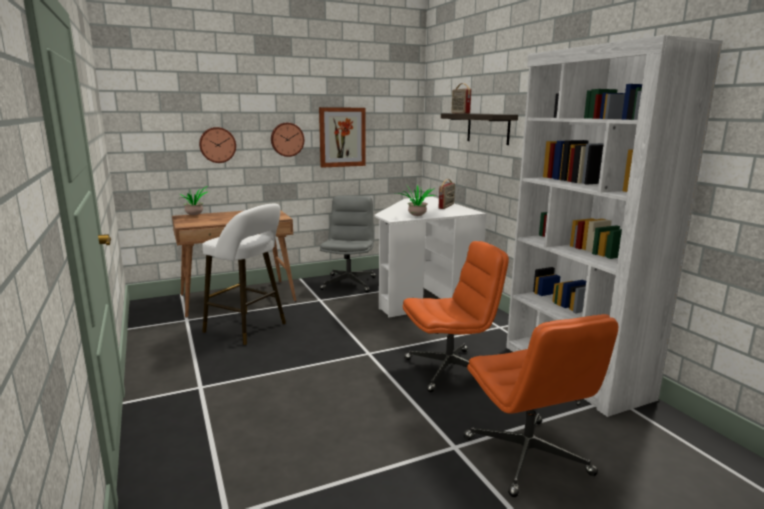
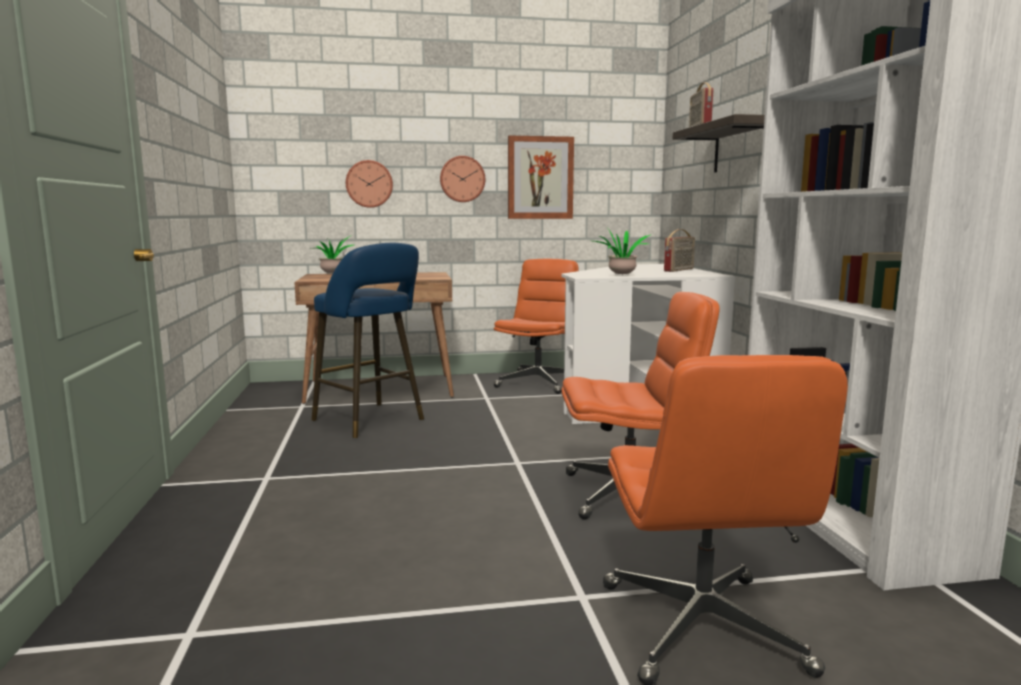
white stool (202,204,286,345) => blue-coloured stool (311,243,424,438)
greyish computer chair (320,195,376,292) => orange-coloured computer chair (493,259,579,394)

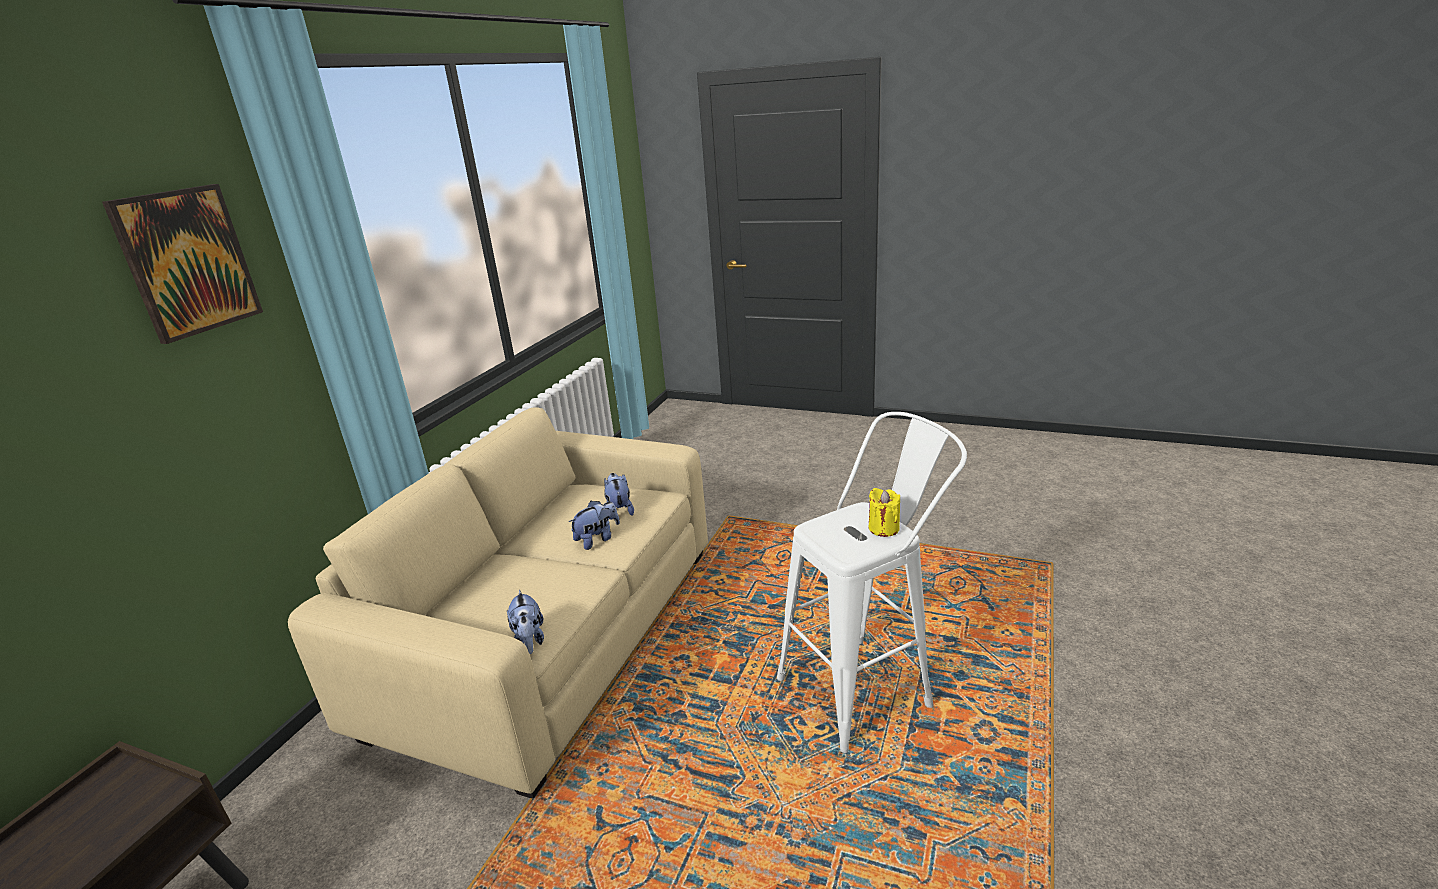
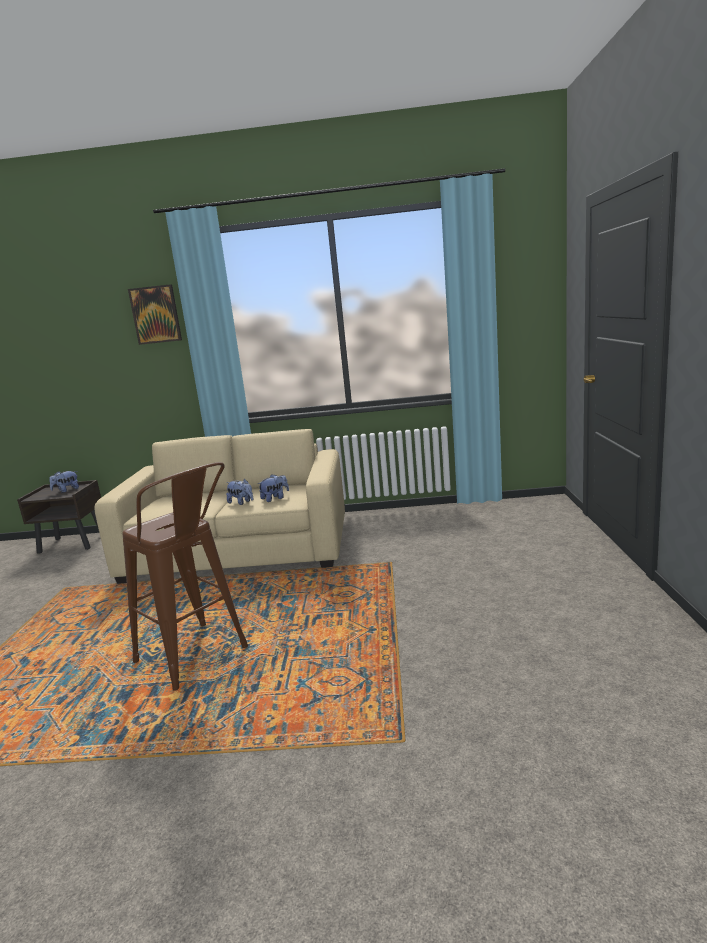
yellow wax candle (869,488,900,537) => nothing
cuddly toy (507,590,544,654) => cuddly toy (49,471,79,493), relocated
white stool (777,412,967,753) => brownish stool (122,462,248,691)

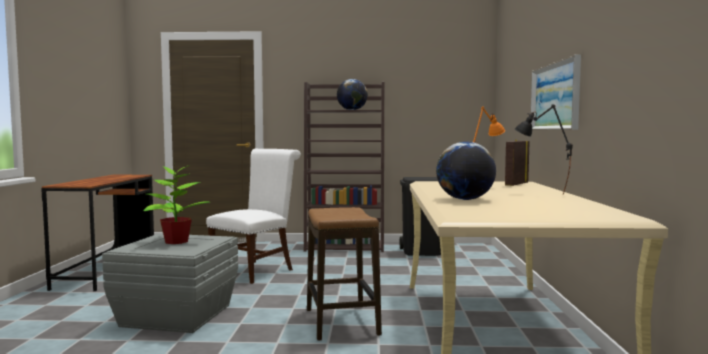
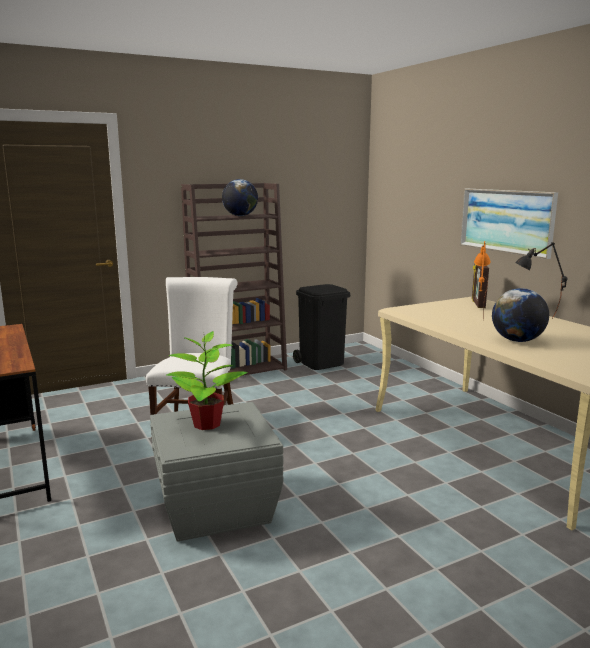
stool (307,207,382,341) => nothing

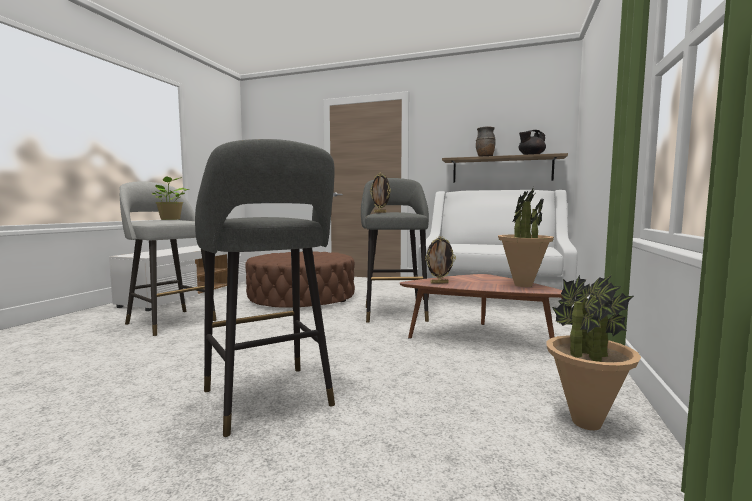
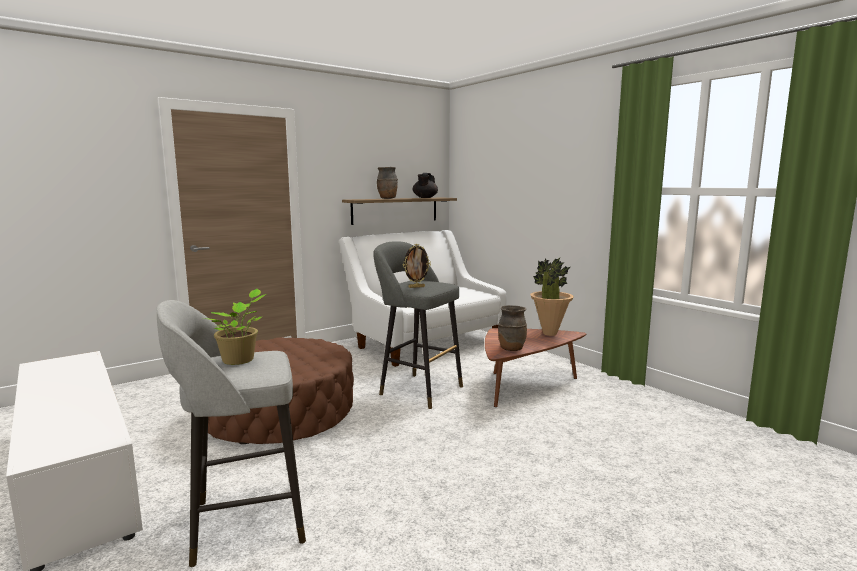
greyish stool (195,139,335,437) => nothing
potted plant (547,275,641,430) => nothing
photo frame (425,236,456,284) => brownish flower vase (498,305,527,351)

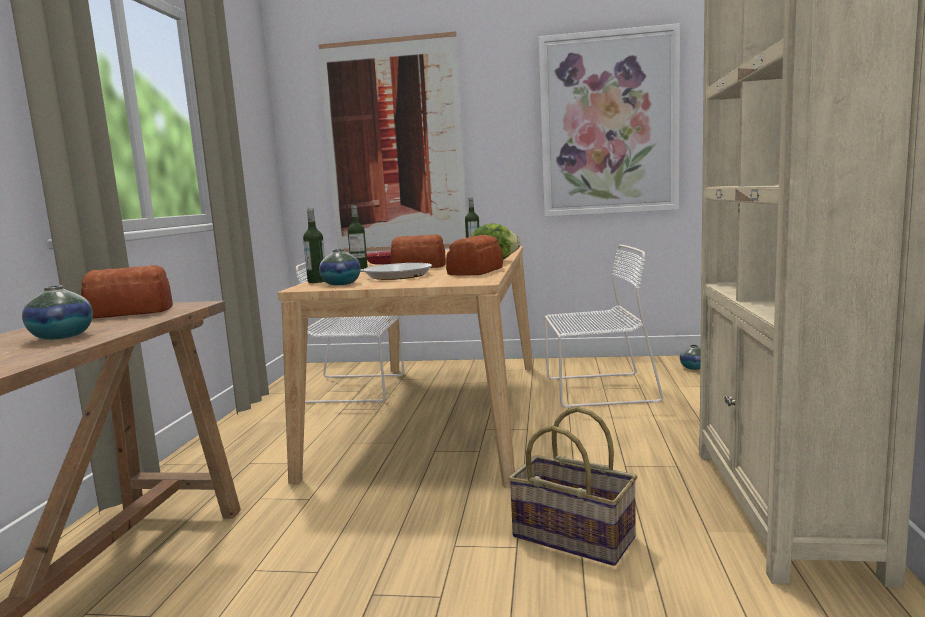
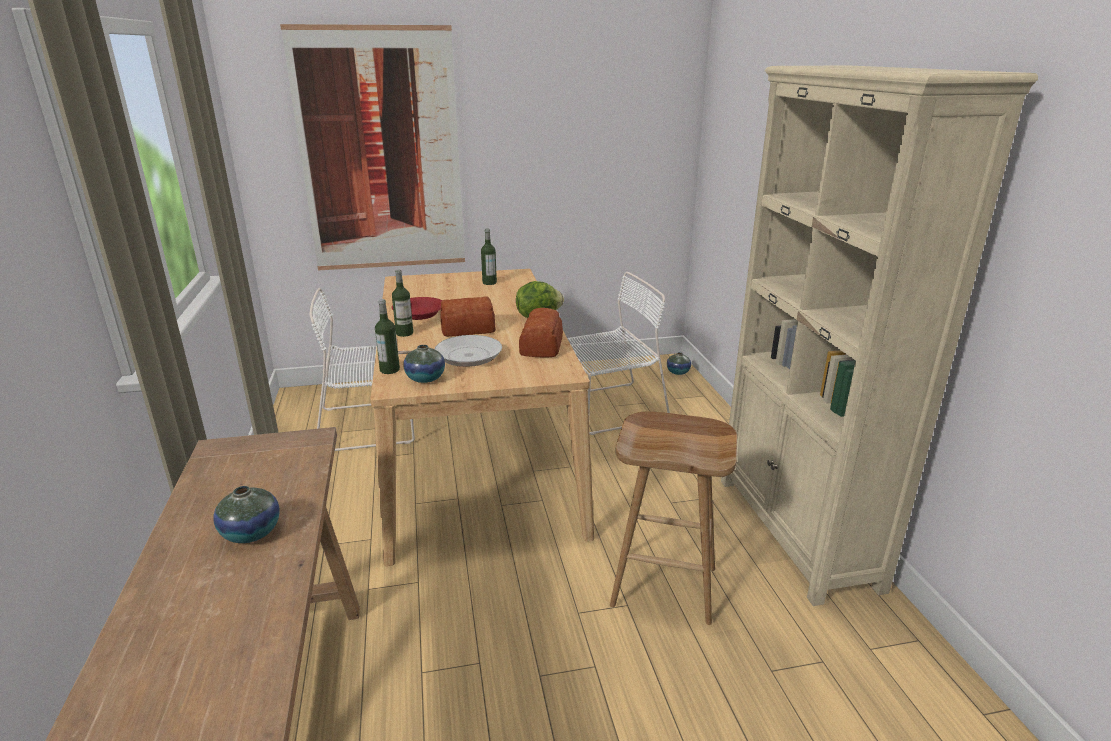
bakery bread (81,265,173,319) => nothing
picture (538,23,680,217) => nothing
household basket (508,407,637,566) => brownish stool (610,412,737,625)

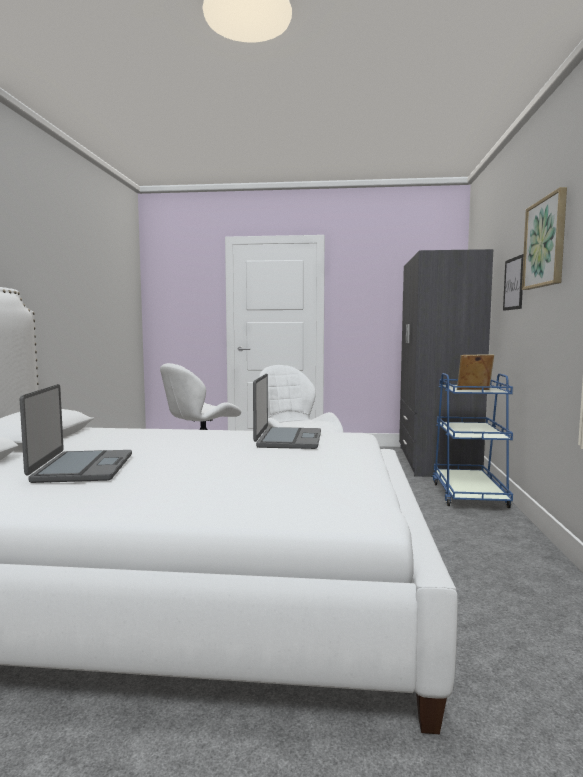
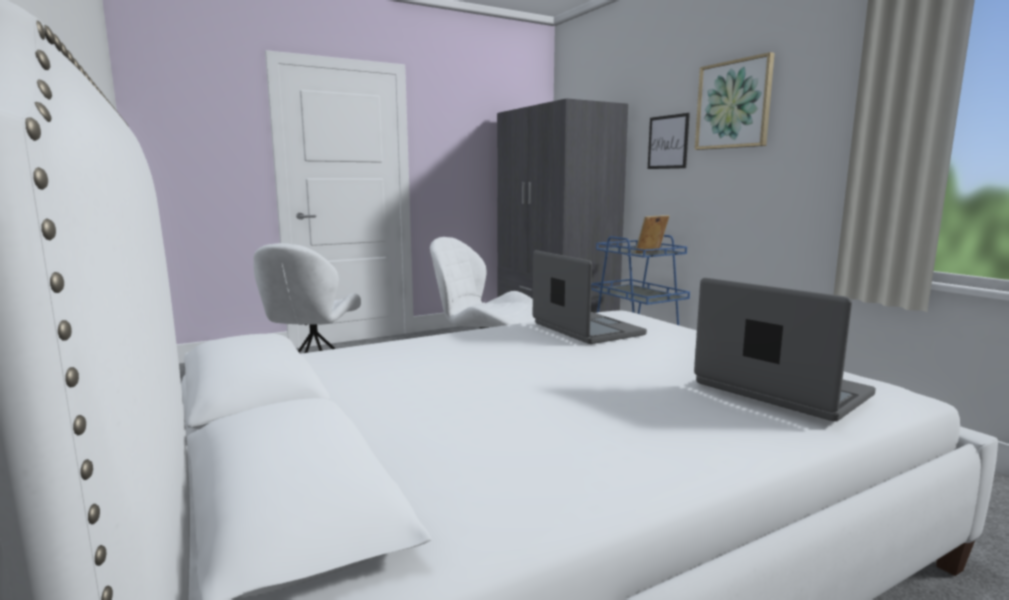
portable computer (20,384,132,483) => portable computer (694,278,876,422), relocated

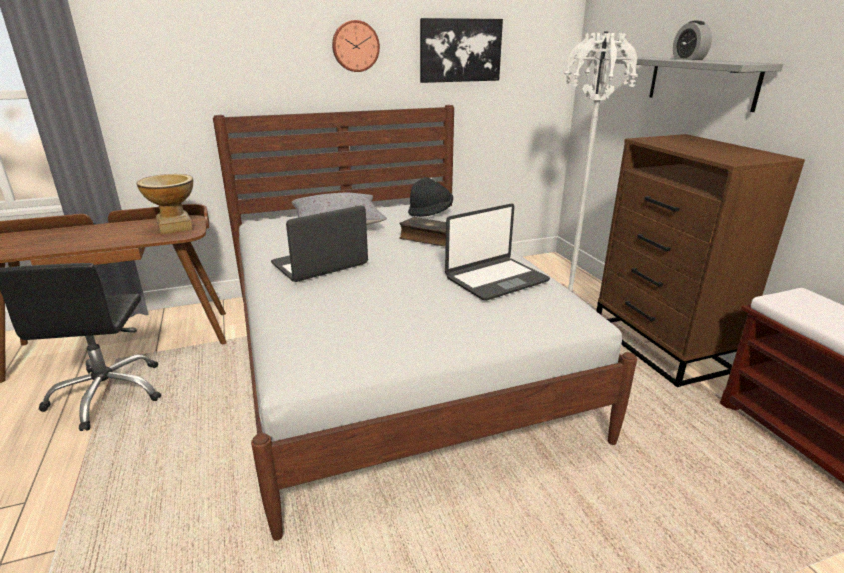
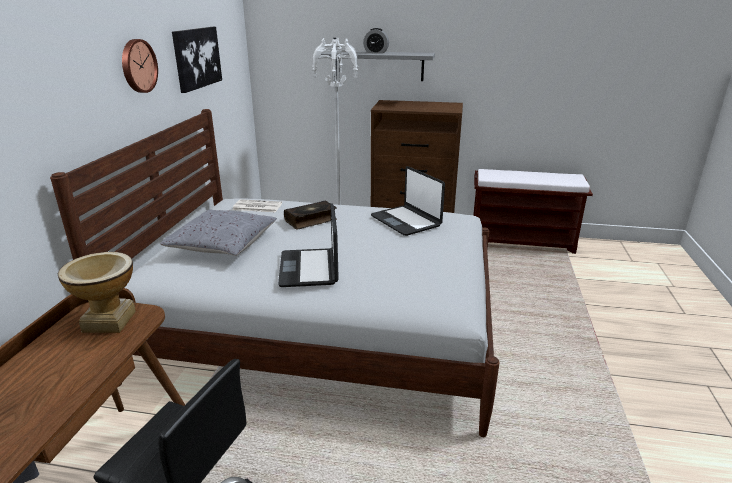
black wearable hat (408,177,453,217) => daily paper (232,199,282,212)
portable computer (445,203,550,301) => portable computer (371,166,445,236), 150 degrees clockwise

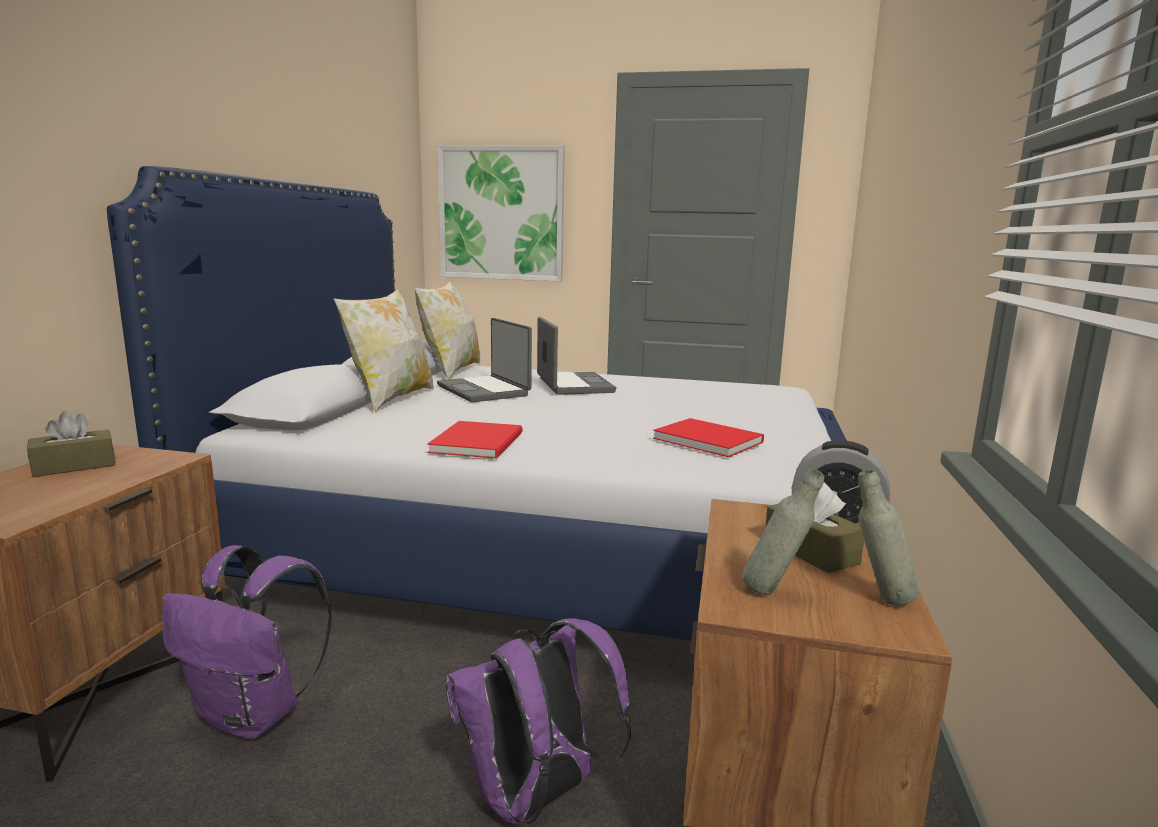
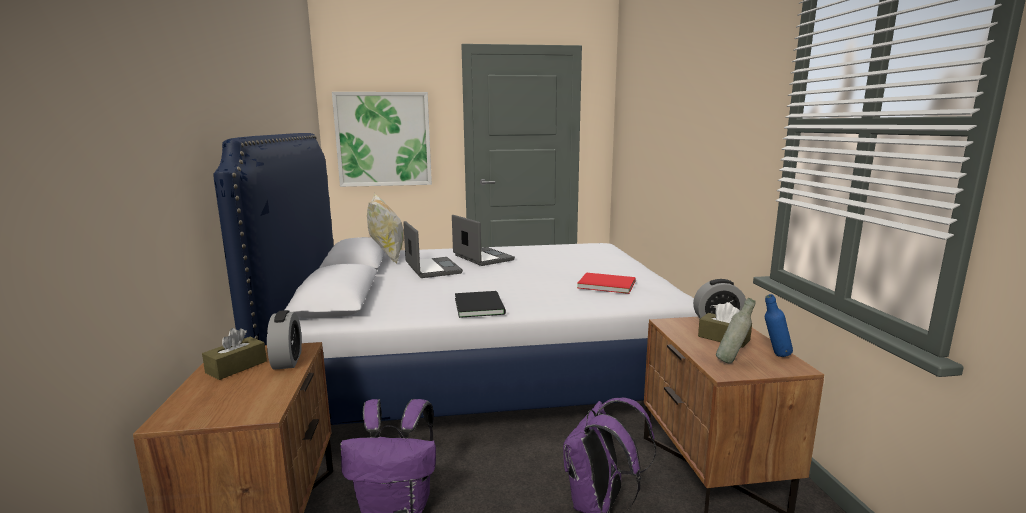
throw pillow (333,289,434,413) => nothing
nothing => table clock (267,310,302,370)
red-coloured book (427,421,522,459) => black book (455,291,506,318)
greyish bottle (858,469,919,605) => blue-coloured bottle (765,294,793,357)
portable computer (437,318,532,402) => portable computer (403,221,463,278), 150 degrees counterclockwise

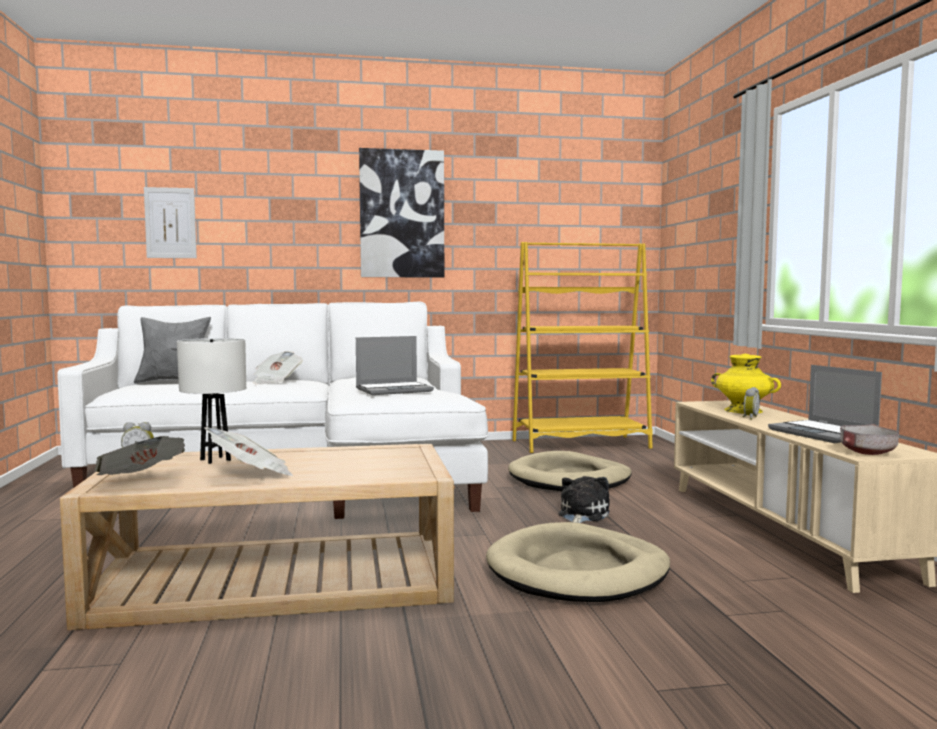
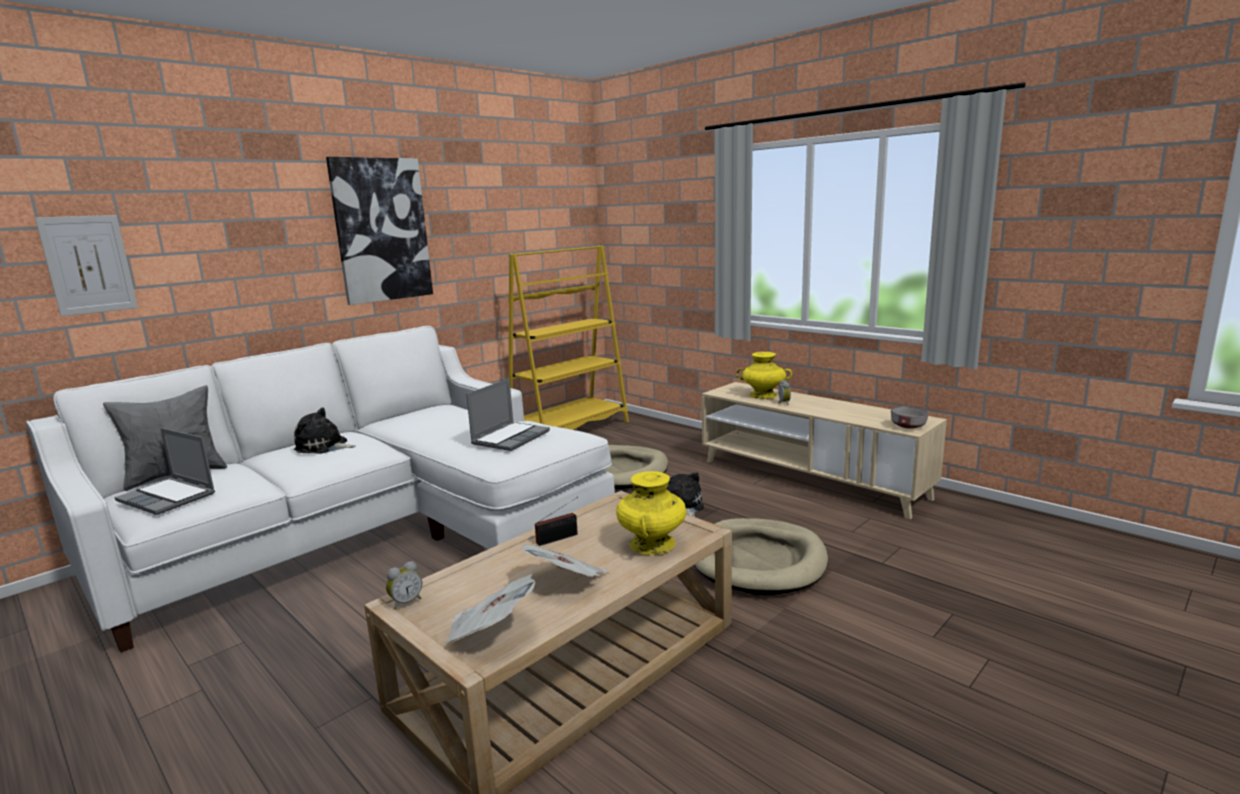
white table lamp (177,338,246,464) => nothing
nothing => radio set (535,497,578,546)
nothing => yellow flower vase (616,471,686,555)
portable computer (768,365,882,443) => portable computer (114,428,215,515), relocated
daily paper (253,351,303,385) => cuddly toy (294,407,356,454)

